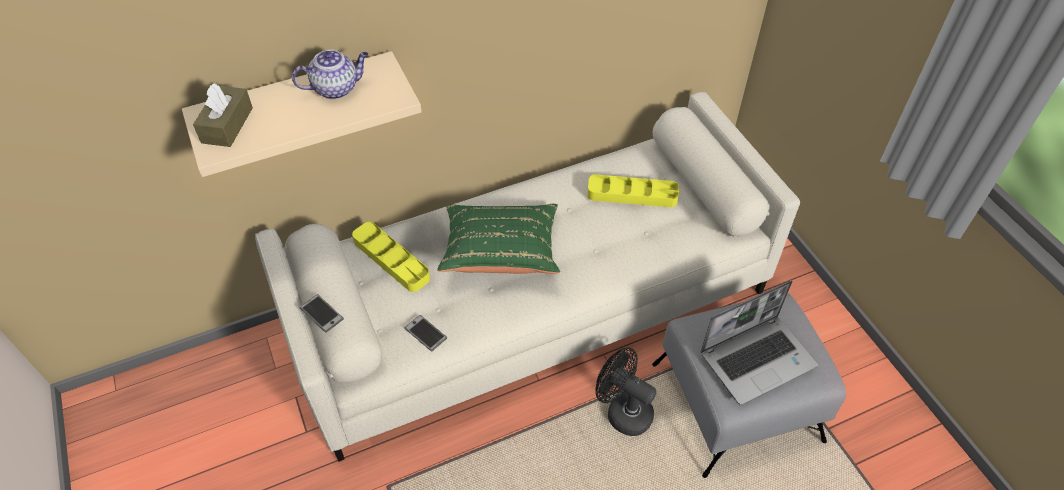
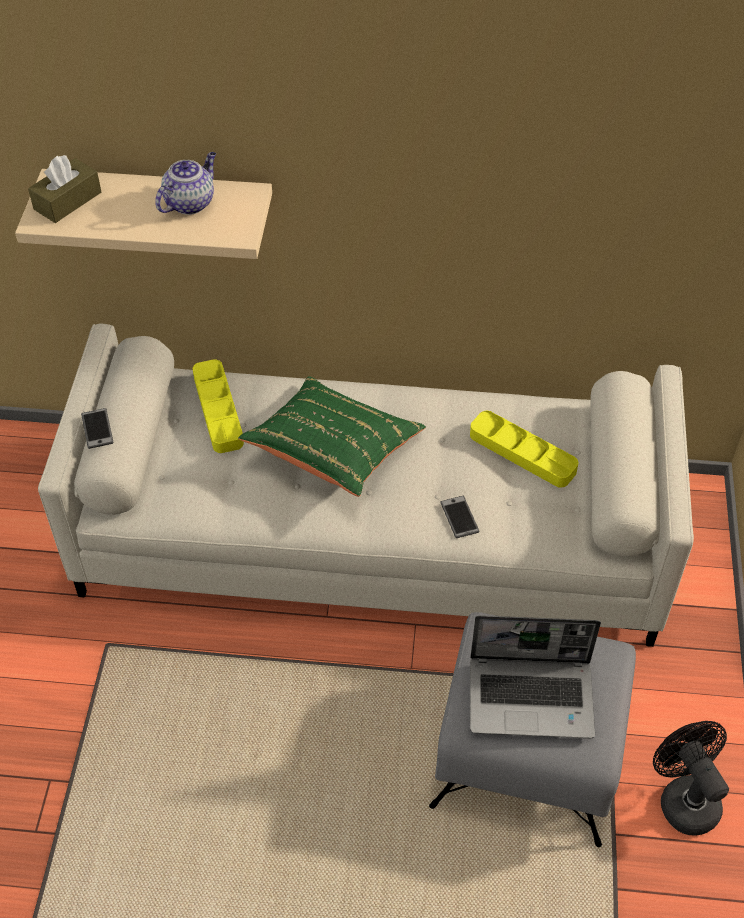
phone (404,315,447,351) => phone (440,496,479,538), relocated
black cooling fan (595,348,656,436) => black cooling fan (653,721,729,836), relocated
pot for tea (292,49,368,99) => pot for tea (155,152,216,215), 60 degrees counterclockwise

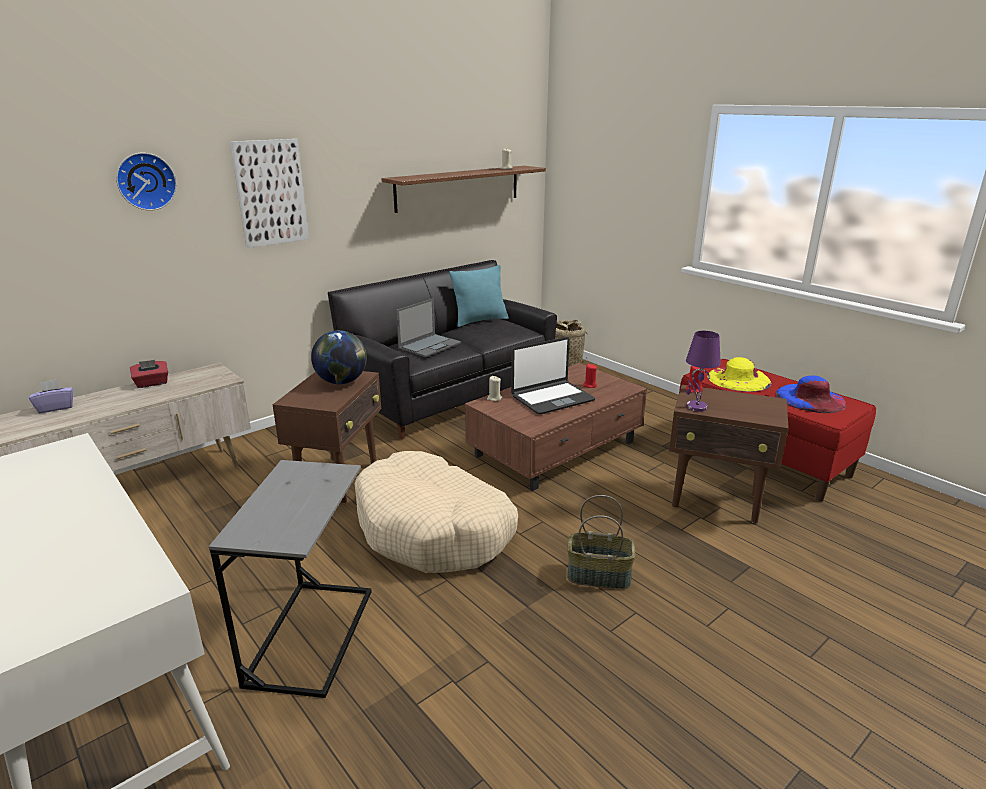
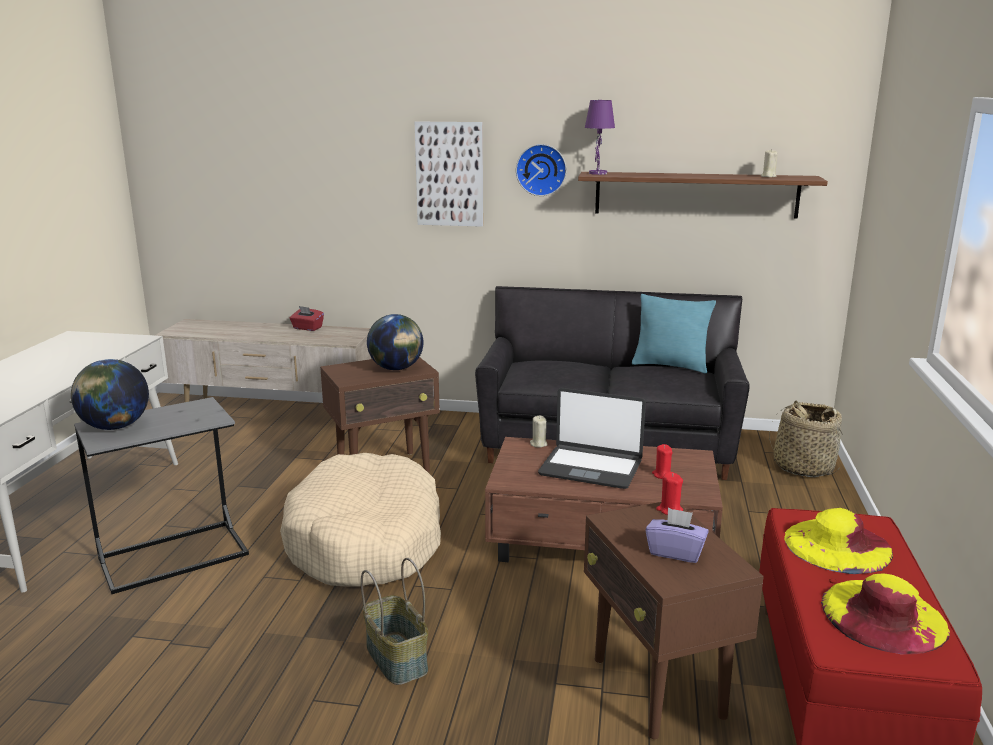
portable computer (396,299,461,357) => nothing
nothing => world globe (71,359,149,430)
purple tissue holder (29,379,73,413) => purple tissue holder (645,508,709,563), relocated
clock on the wall (116,152,177,211) => clock on the wall (516,144,567,196), relocated
purple table lamp (686,331,721,412) => purple table lamp (585,100,615,175), relocated
blue-coloured wearable hat (776,375,847,413) => yellow wearable hat (821,574,950,654)

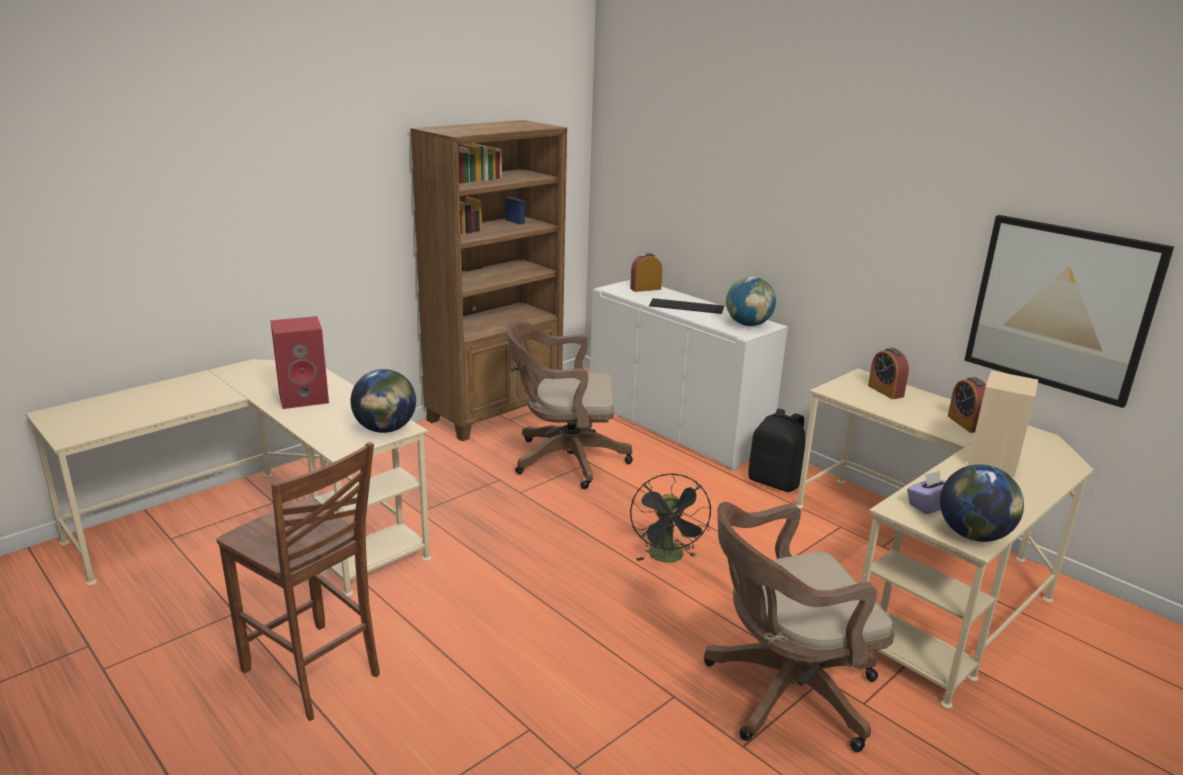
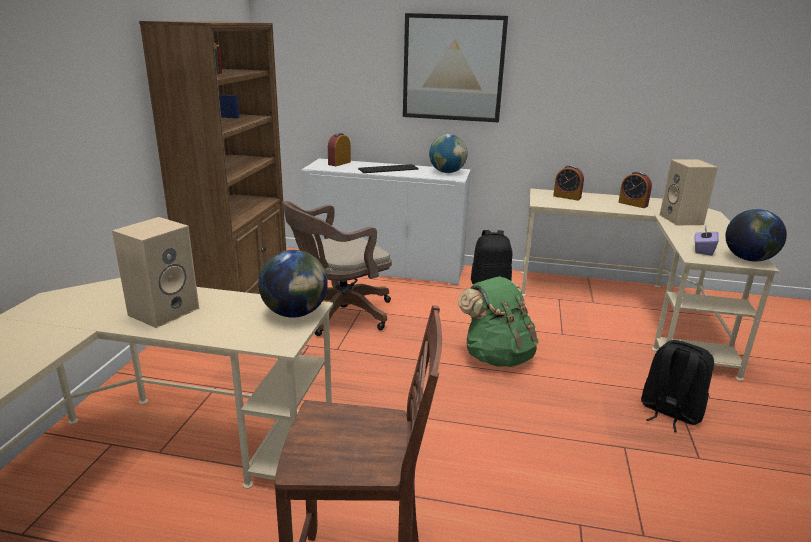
picture (964,215,1174,408) => picture (403,13,508,122), relocated
black cooling fan (630,473,711,563) => green rucksack (458,276,538,367)
brownish computer chair (704,502,894,752) => black rucksack (641,340,714,432)
red-coloured audio speaker (270,316,329,409) => beige audio speaker (112,217,199,328)

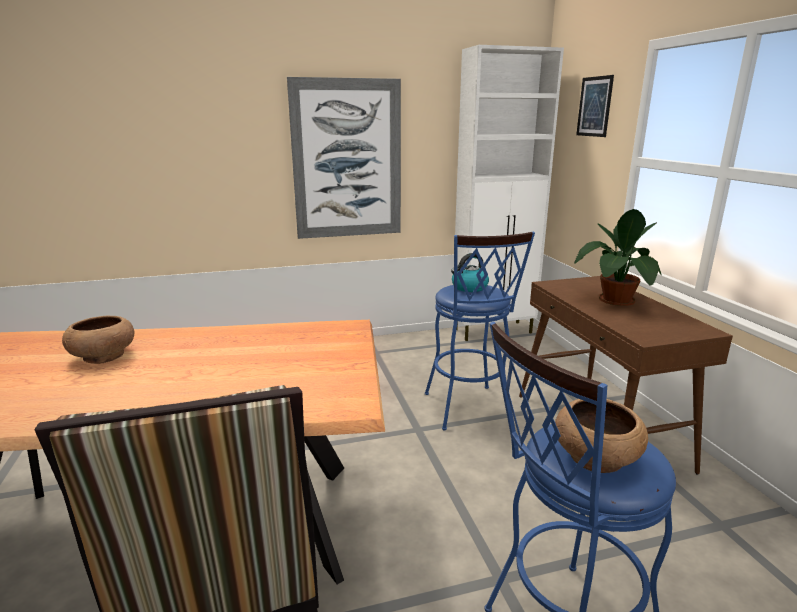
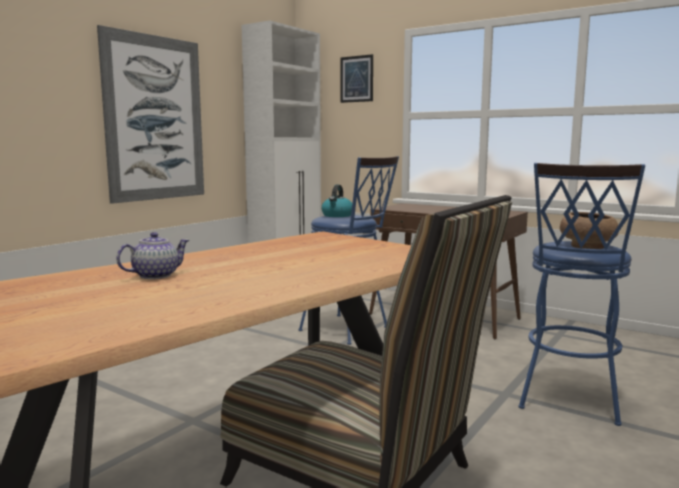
potted plant (574,209,662,306) => nothing
brownish bowl (62,316,134,364) => pot for tea (116,232,190,279)

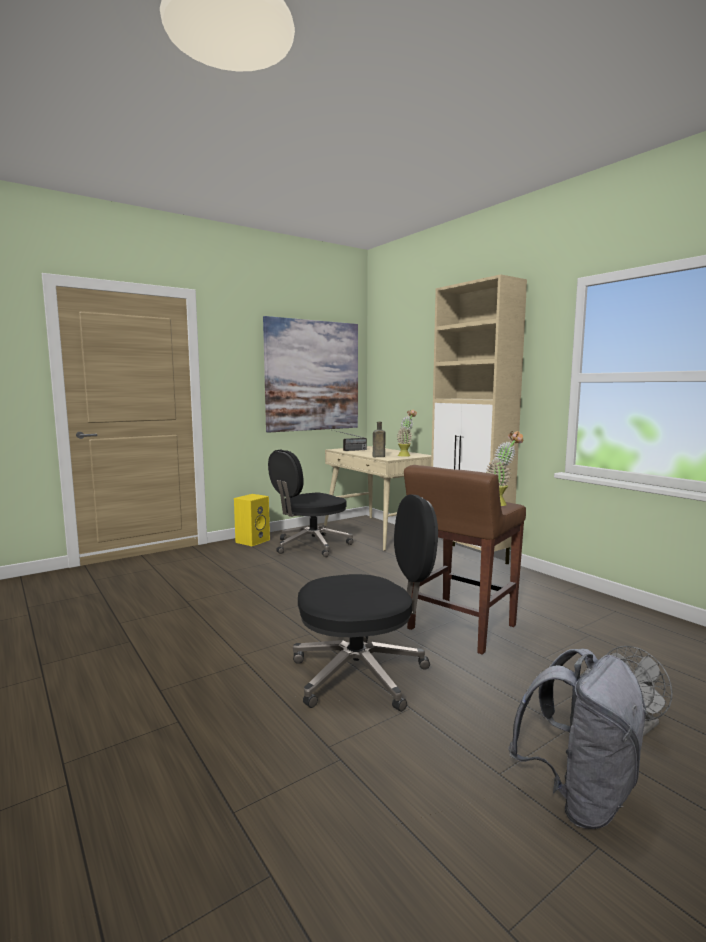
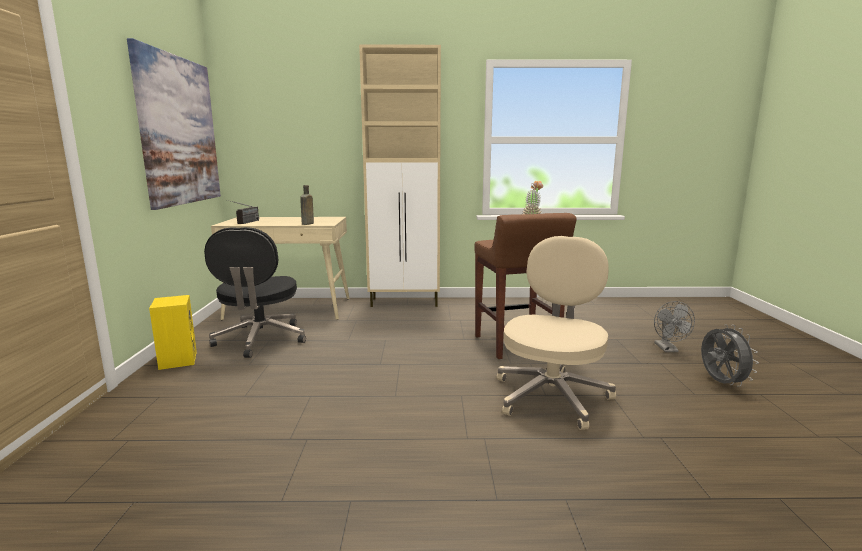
potted plant (397,409,417,457) => nothing
greyish rucksack (508,648,648,829) => greyish cooling fan (701,325,759,387)
black computer chair (293,494,438,712) => beige computer chair (497,236,616,430)

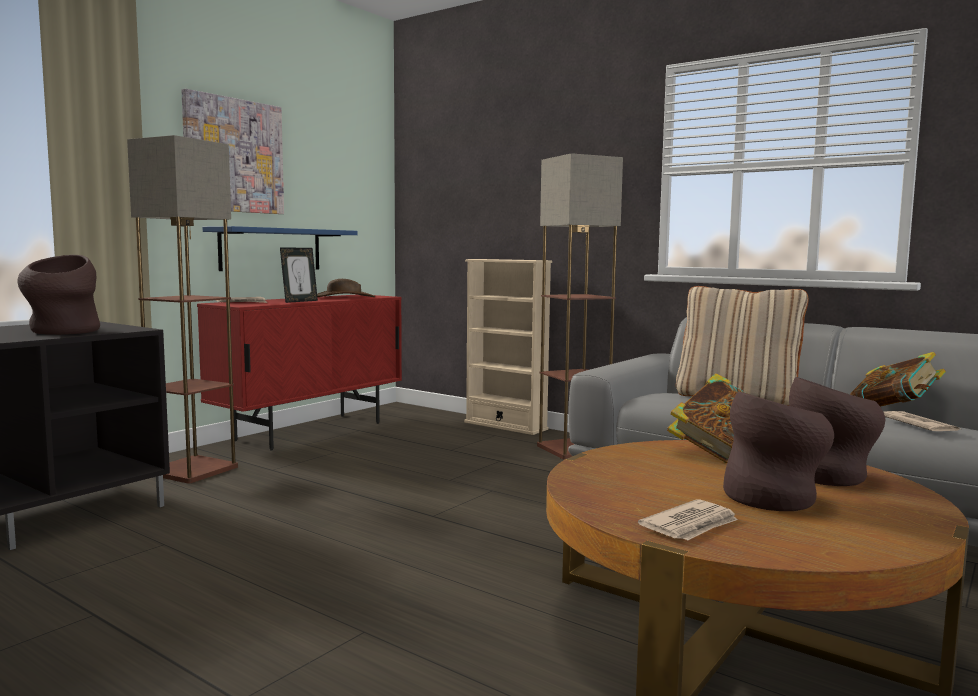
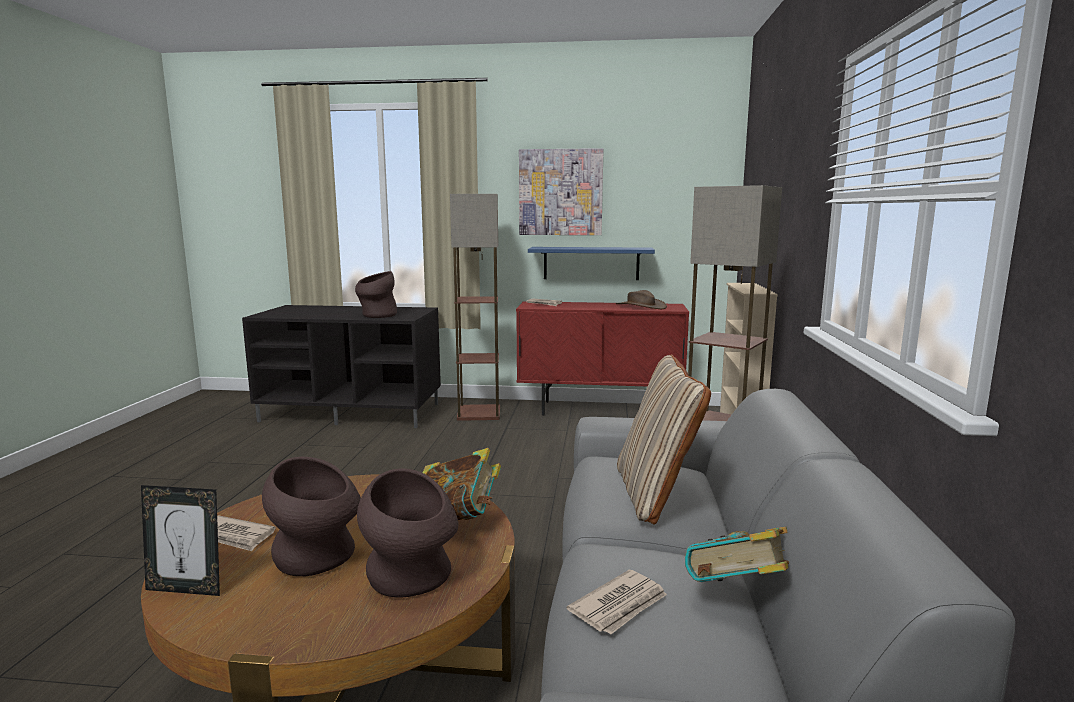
photo frame (280,247,318,303) => photo frame (141,485,220,596), relocated

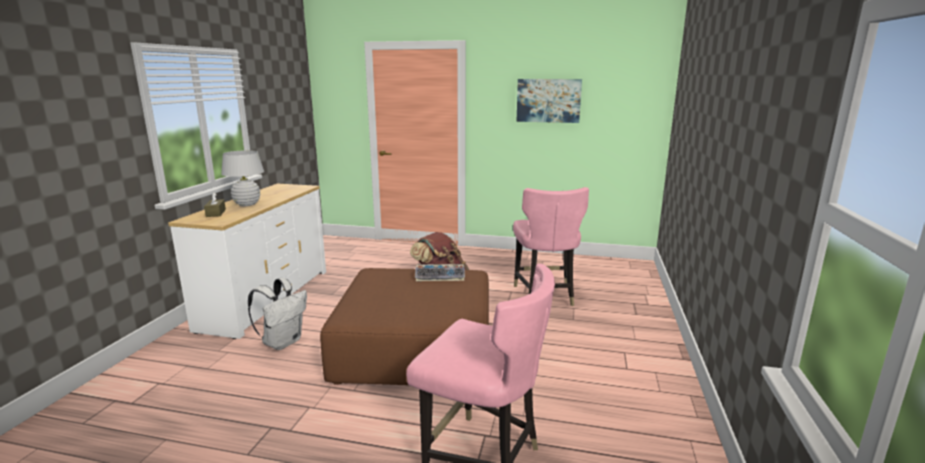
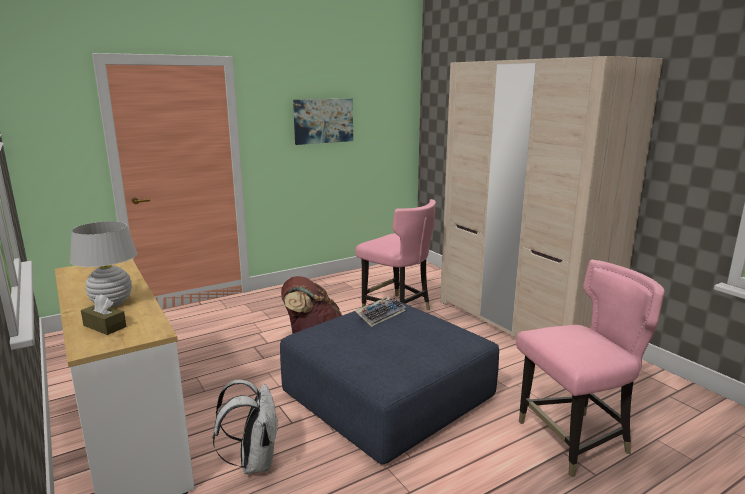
nothing => beige armoire (440,56,663,338)
brownish pouffe (320,268,489,385) => blue-coloured pouffe (280,302,499,464)

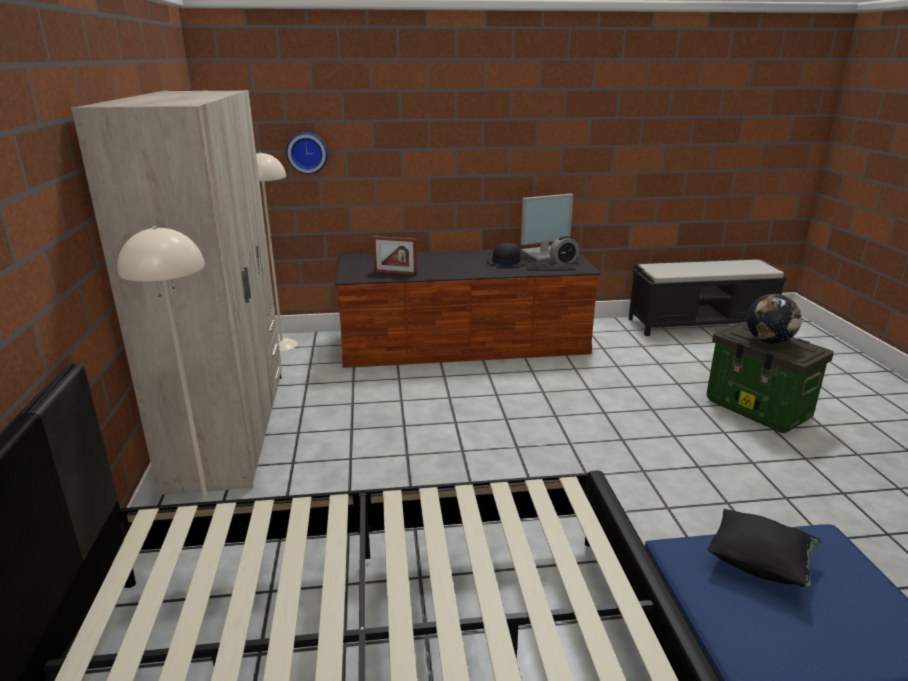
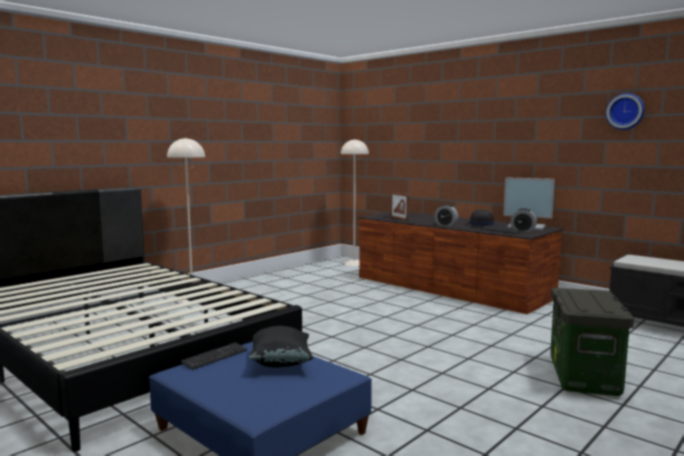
beige armoire (71,90,282,495) => nothing
world globe (747,294,802,344) => nothing
nothing => computer keyboard (180,342,248,370)
nothing => table clock (435,204,458,226)
clock on the wall (286,132,328,174) => clock on the wall (606,93,645,130), relocated

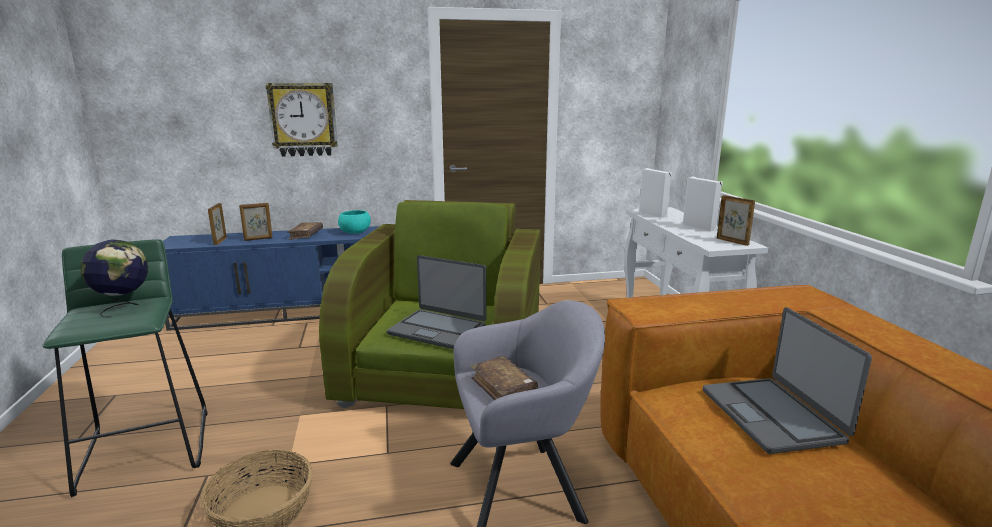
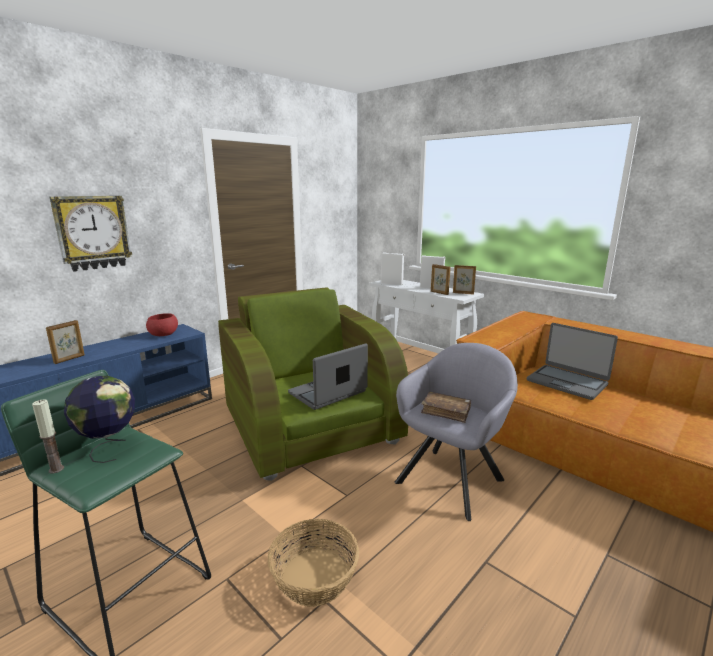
brownish book (287,222,323,240) => nothing
nothing => wax candle (32,399,64,473)
photo frame (208,203,227,245) => photo frame (431,264,451,295), relocated
turquoise-coloured bowl (338,210,371,234) => red-coloured bowl (146,313,178,336)
portable computer (387,255,487,349) => portable computer (288,343,368,410), 150 degrees clockwise

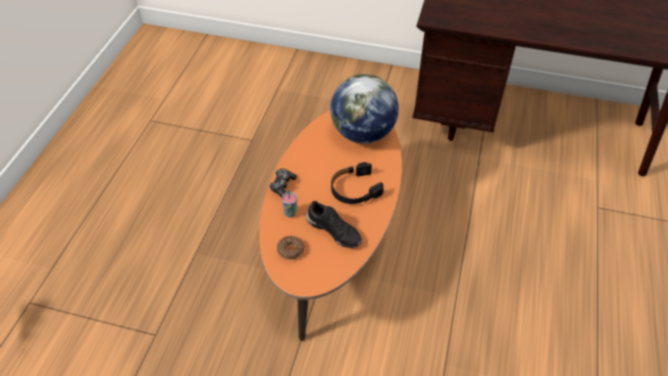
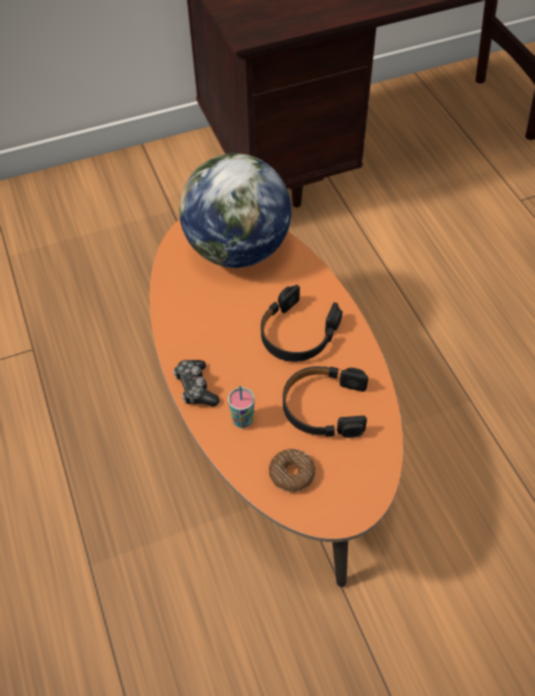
black item of footwear (306,201,362,248) => black pair of headphones (283,366,368,438)

